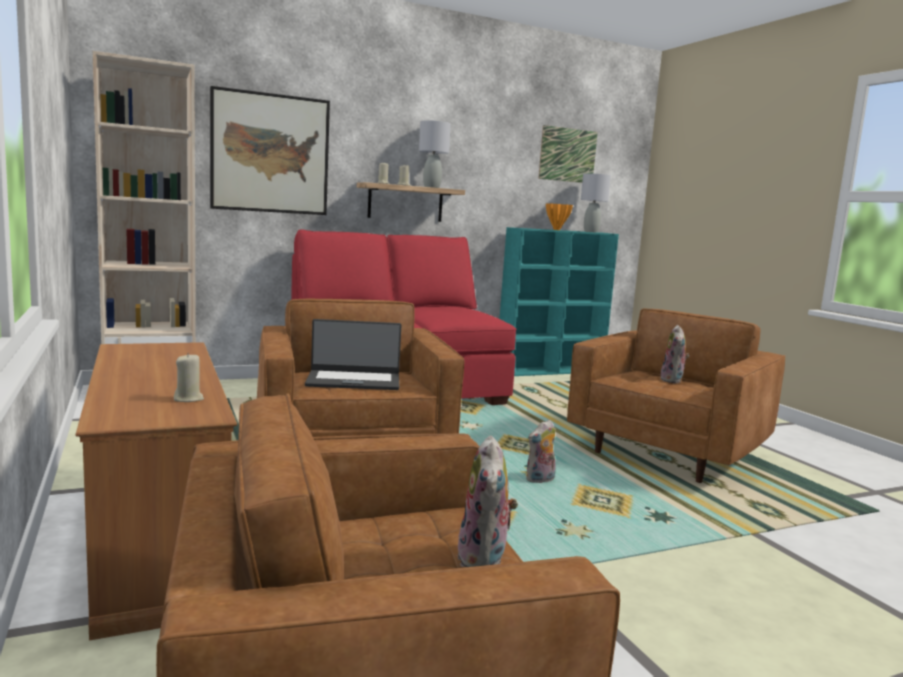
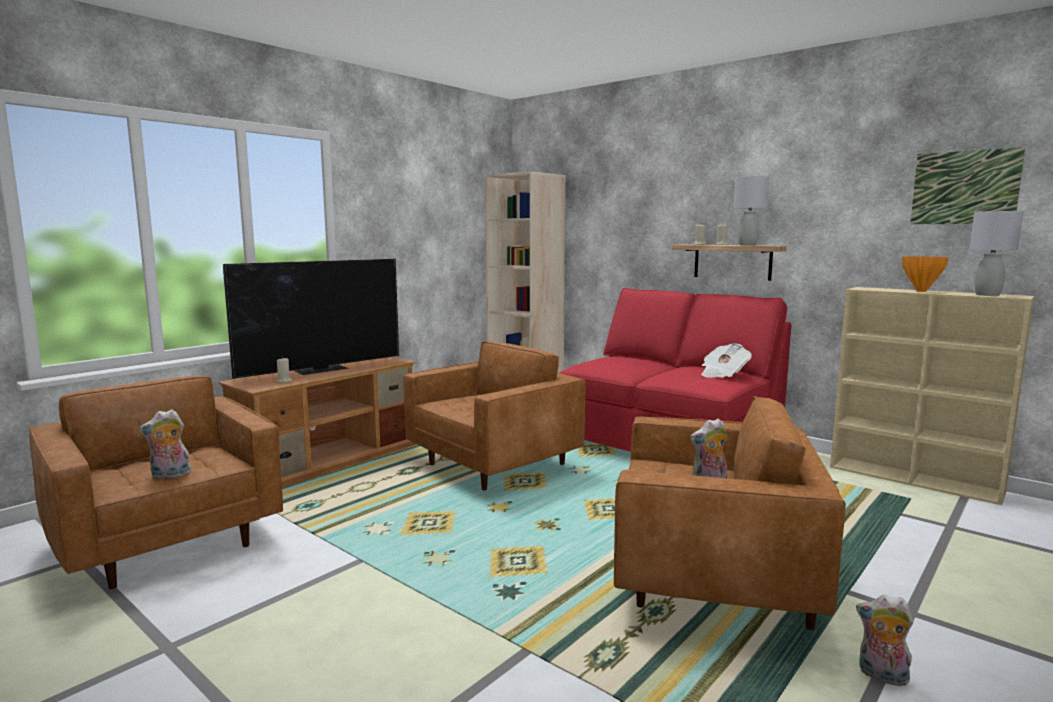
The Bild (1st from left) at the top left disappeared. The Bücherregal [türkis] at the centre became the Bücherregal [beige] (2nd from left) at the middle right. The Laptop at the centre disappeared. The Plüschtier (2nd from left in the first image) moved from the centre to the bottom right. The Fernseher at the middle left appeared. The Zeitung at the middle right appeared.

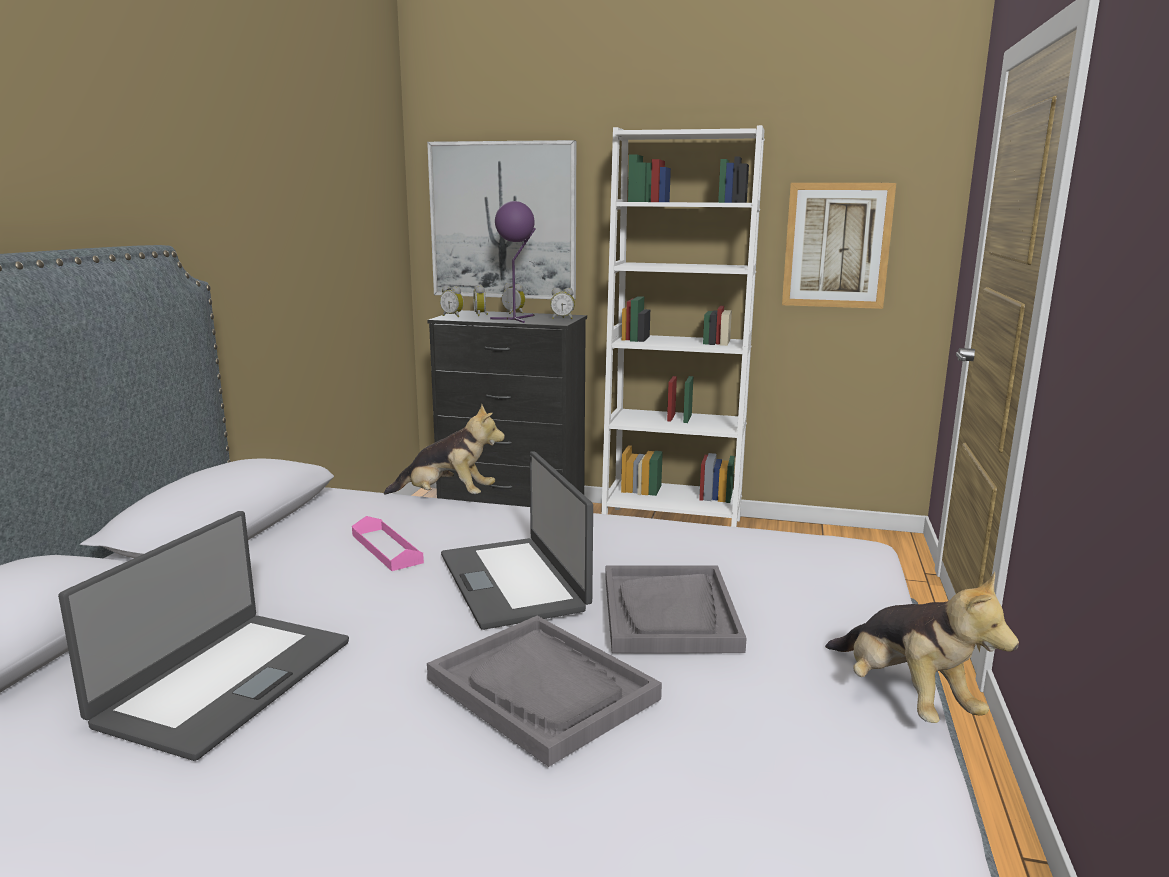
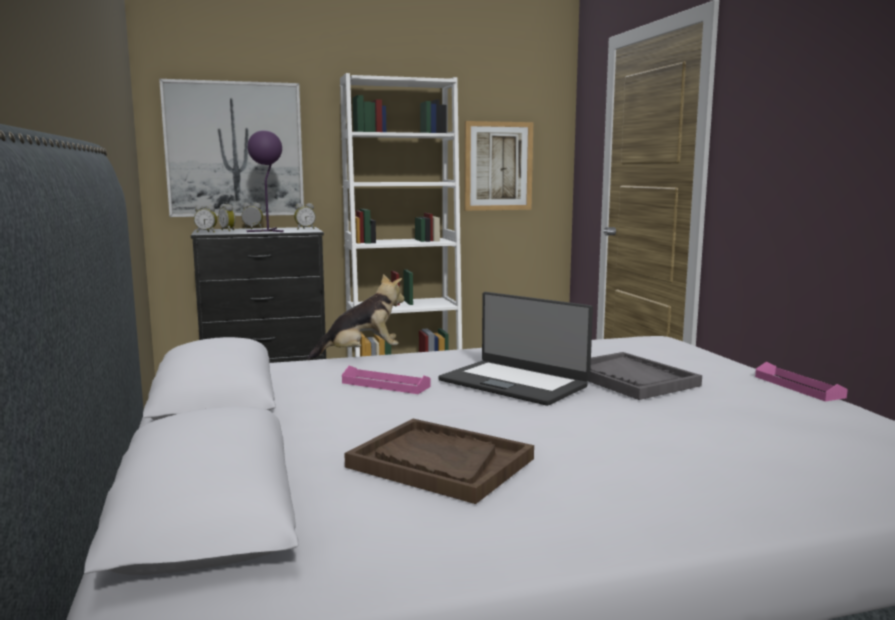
The Laptop (1st from left) at the bottom left was replaced by the Tablett [braun] at the bottom centre. The Plüschtier (2nd from left) at the bottom right was replaced by the Tablett [rosa] (2nd from left) at the middle right. The Tablett [grau] (1st from left) at the bottom centre disappeared.

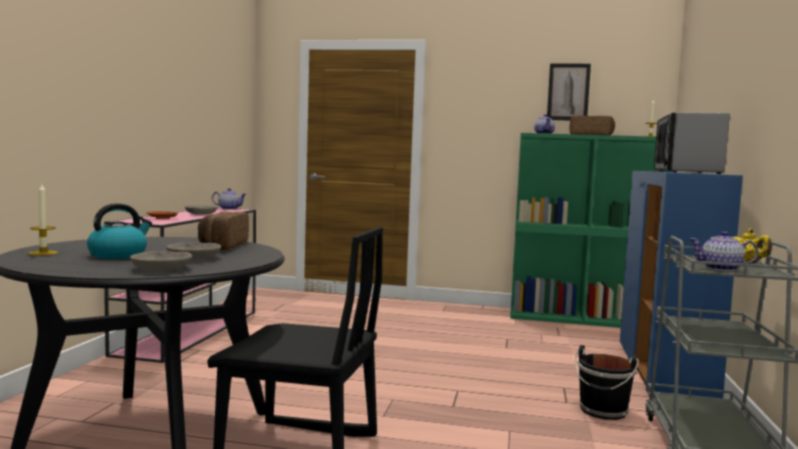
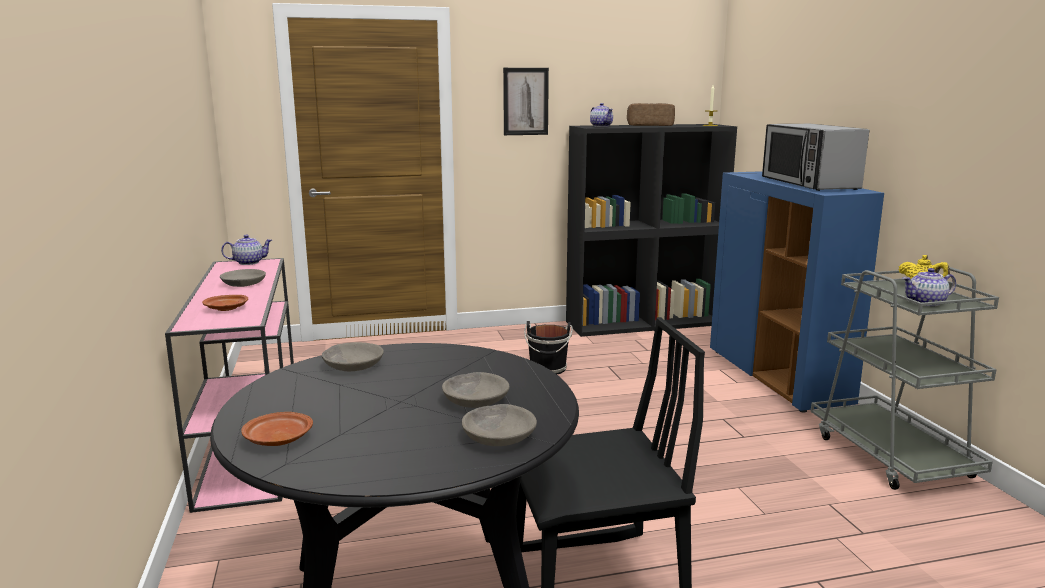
The Bild moved from the top right to the top centre. The Bücherregal [grün] at the middle right became the Bücherregal [schwarz] at the centre. The Kerze (1st from left) at the middle left was replaced by the Teller [braun] (2nd from left) at the bottom left. The Wasserkessel at the middle left disappeared. The Brot (1st from left) at the middle left disappeared. The Eimer [schwarz] moved from the bottom right to the centre. The Schüssel [grau] (2nd from left) at the centre appeared.

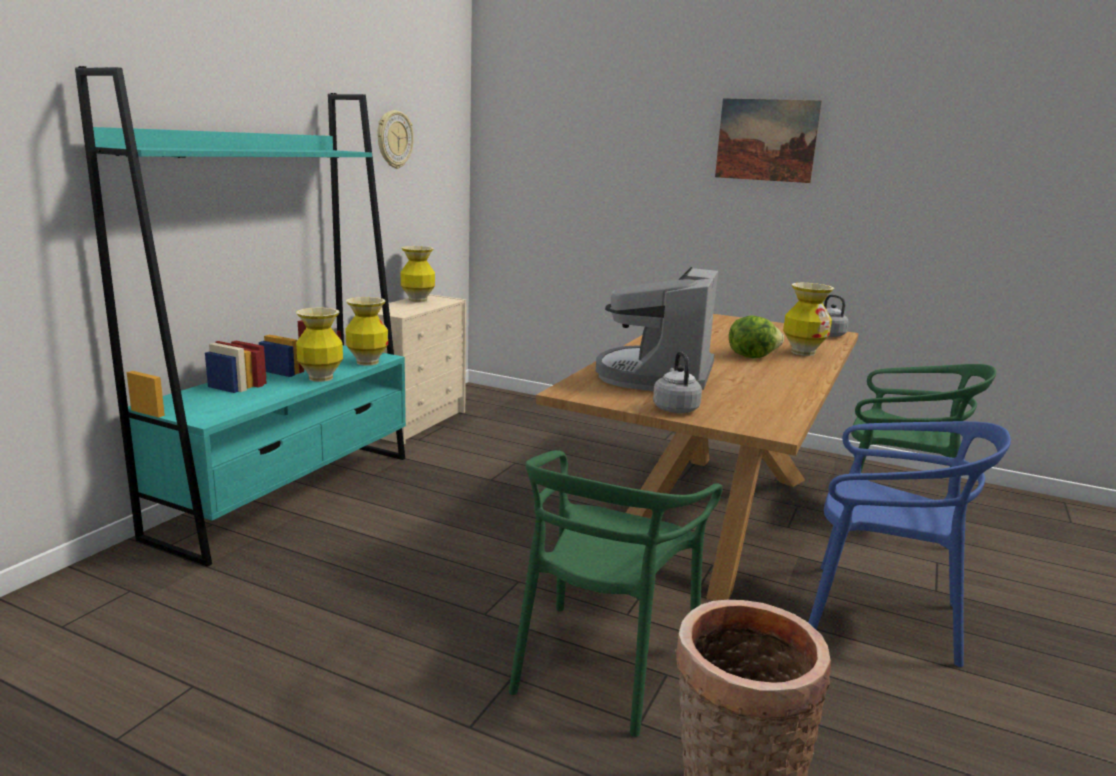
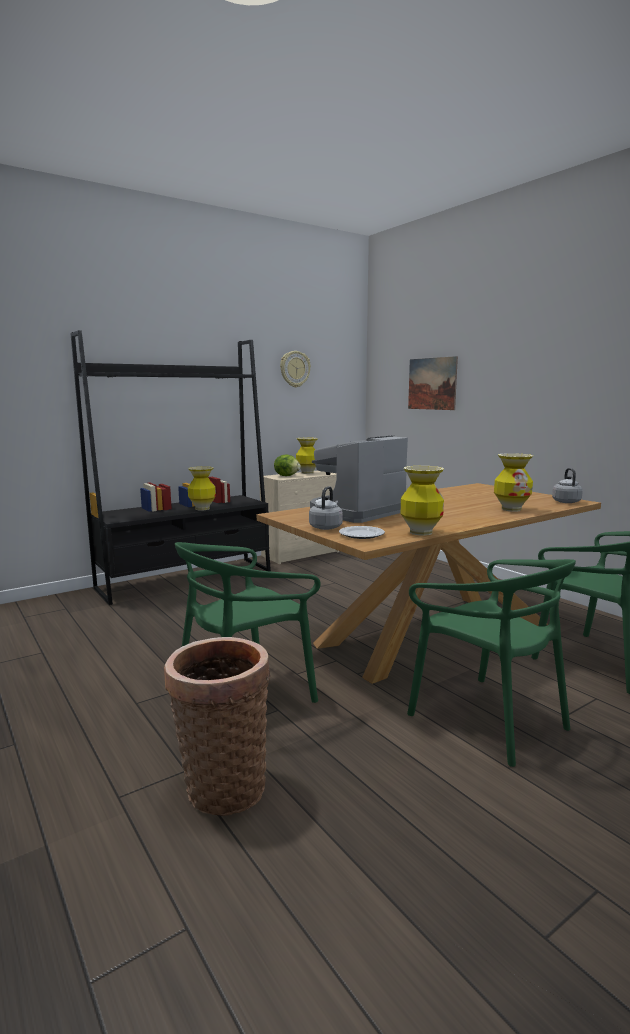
The Bücherregal [türkis] at the middle left became the Bücherregal [schwarz] at the middle left. The Bild moved from the top right to the middle right. The Vase (2nd from left in the first image) moved from the middle left to the middle right. The Salatkopf moved from the middle right to the centre. The Stuhl [blau] at the bottom right became the Stuhl [grün] (2nd from left) at the middle right. The Teller at the centre appeared.

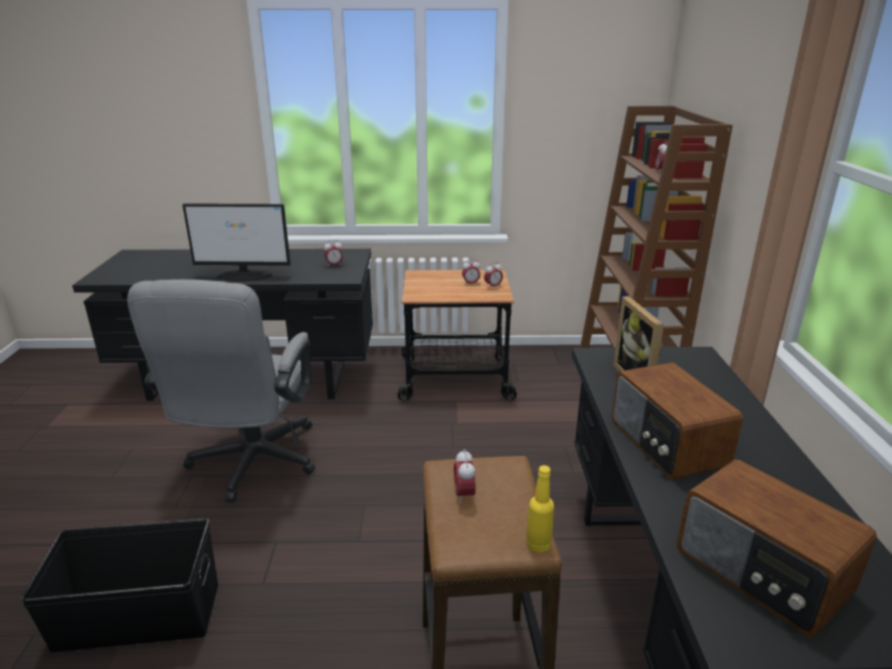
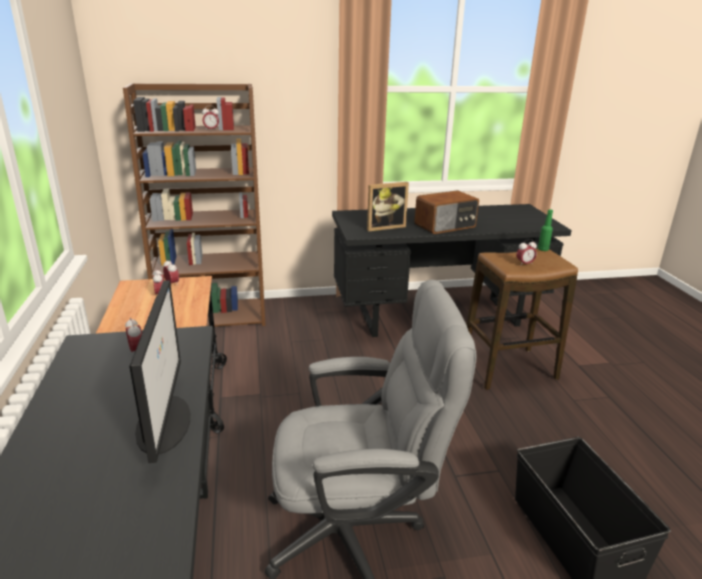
The Radio (2nd from left) at the bottom right disappeared. The Flasche [gelb] at the bottom centre became the Flasche [grün] at the middle right.

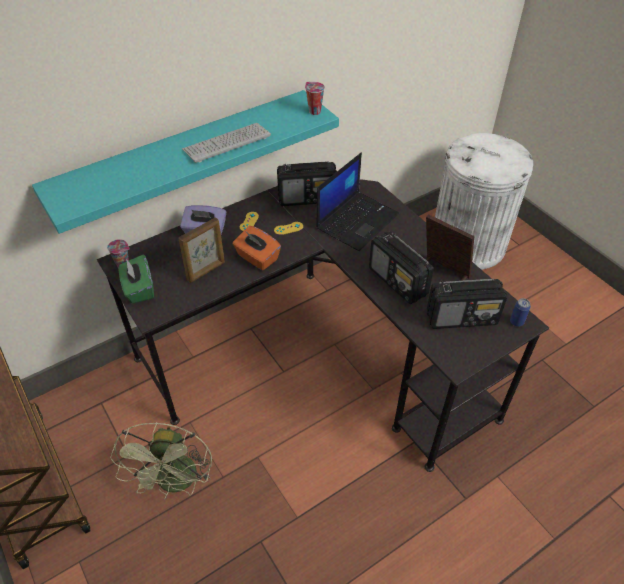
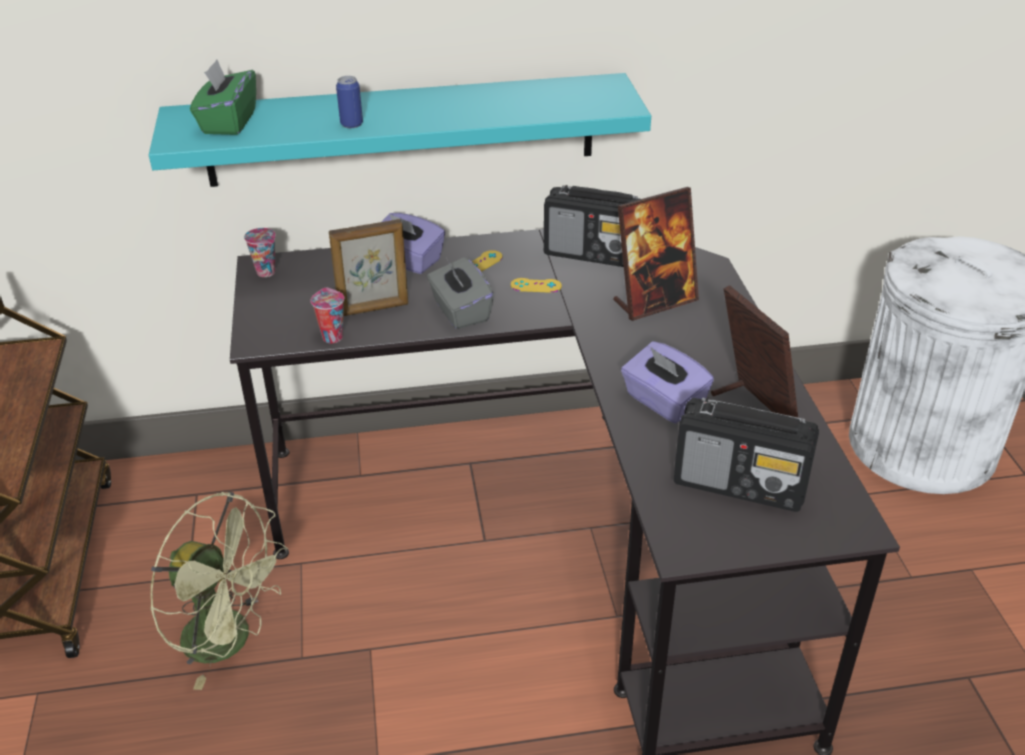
The Tasse (2nd from left) moved from the top centre to the middle left. The Tastatur at the top centre disappeared. The Laptop at the centre was replaced by the Bilderrahmen (2nd from left) at the centre. The Taschentuchbox [orange] at the centre became the Taschentuchbox [grau] at the centre. The Radio (2nd from left) at the centre was replaced by the Taschentuchbox [lila] (2nd from left) at the centre. The Taschentuchbox [grün] moved from the middle left to the top left. The Dose moved from the middle right to the top centre. The Ventilator [grün] at the bottom left turned 90 degrees counterclockwise.

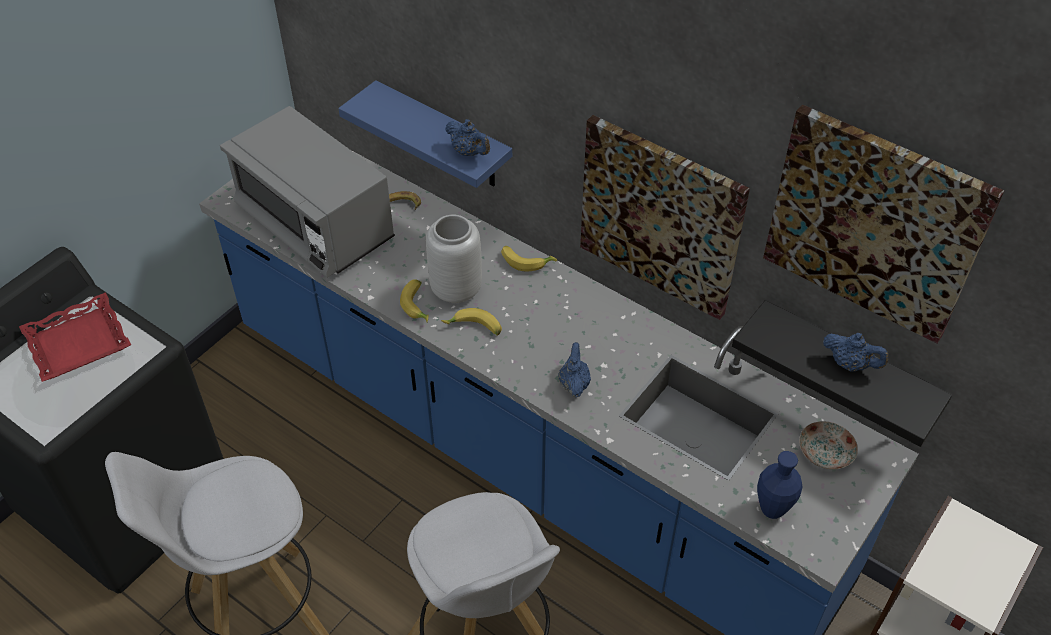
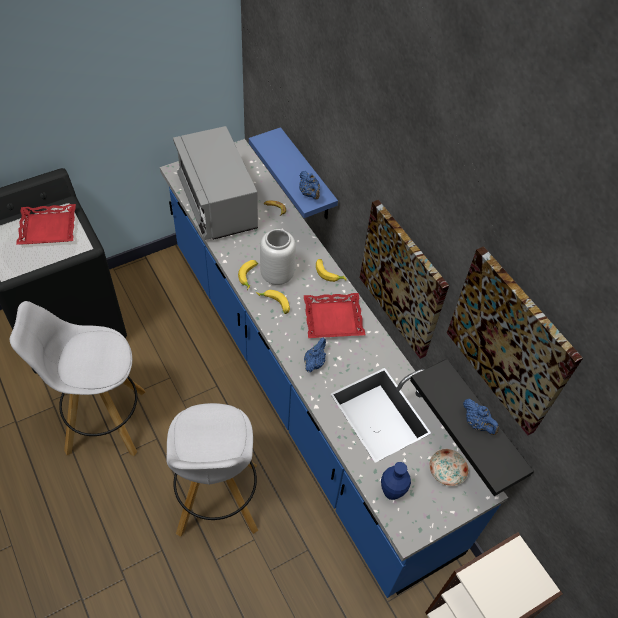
The Tablett [rot] (2nd from left) at the centre appeared.

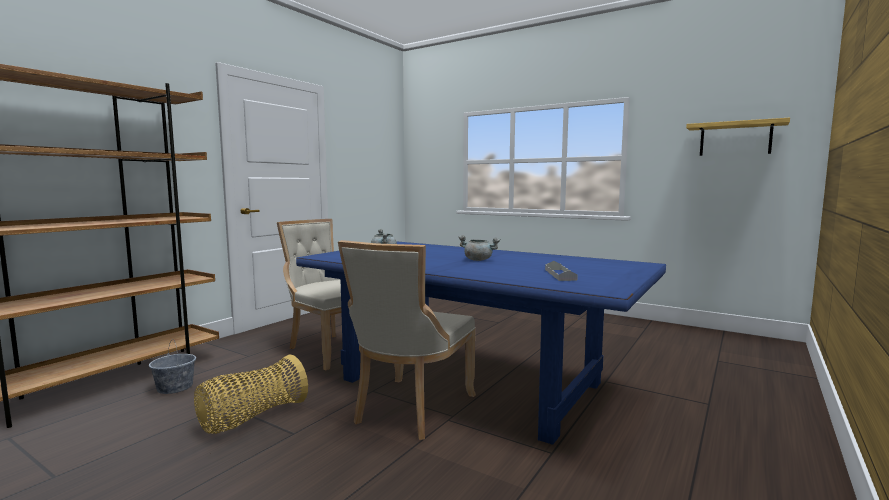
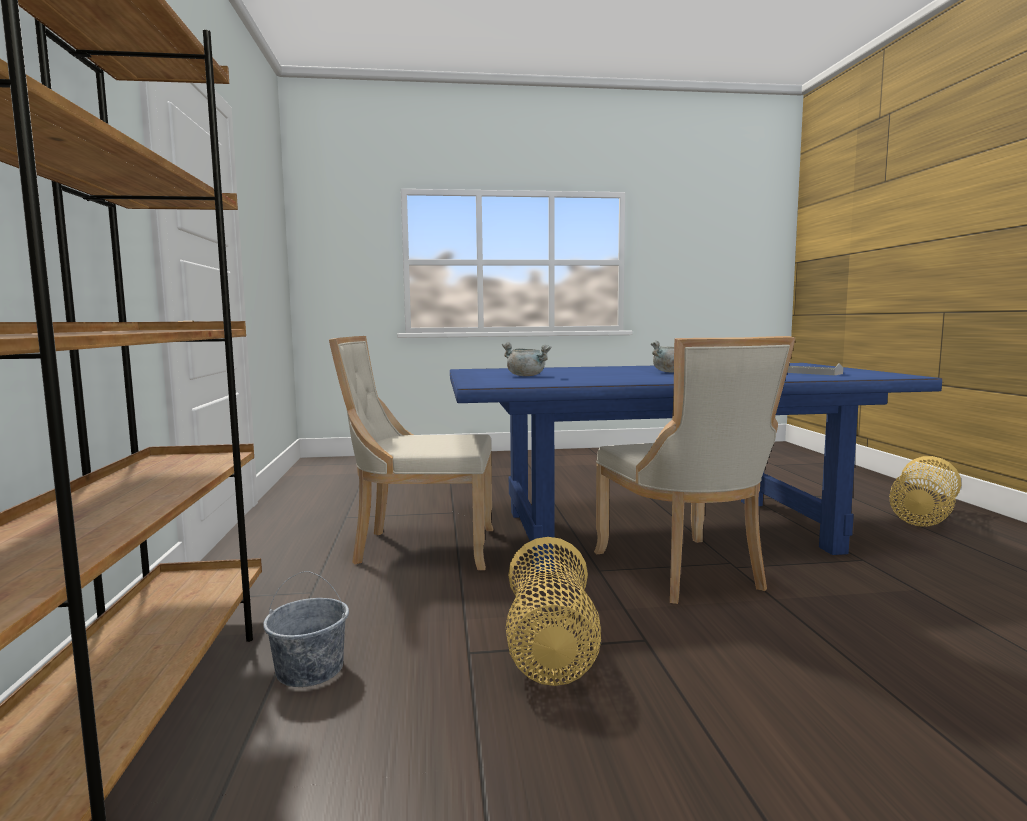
The Wandregal at the top right disappeared. The Korb (2nd from left) at the middle right appeared.

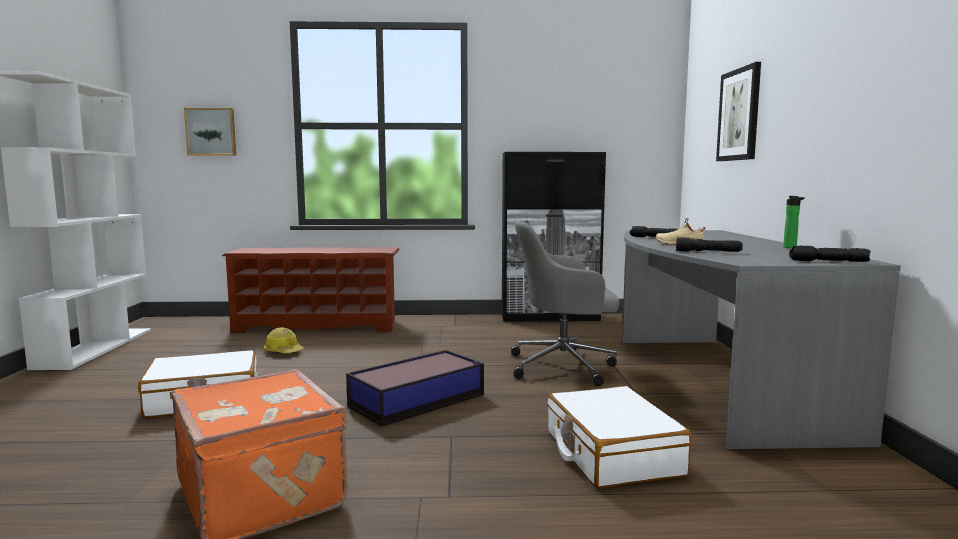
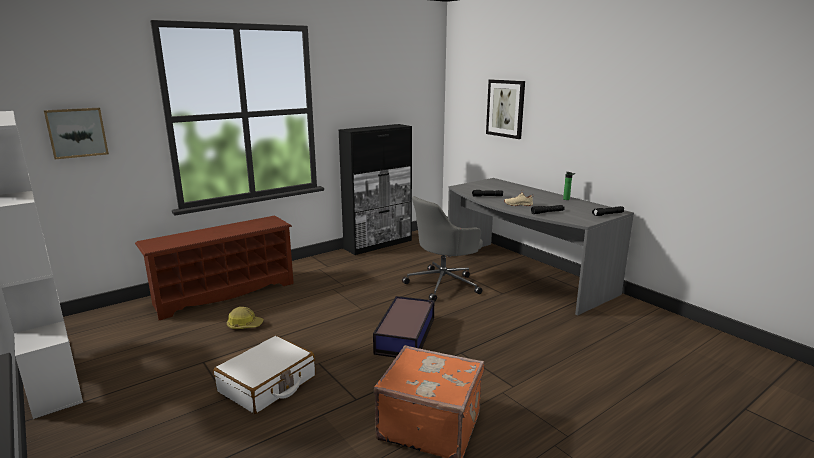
The Koffer [weiß] (2nd from left) at the bottom centre disappeared.

